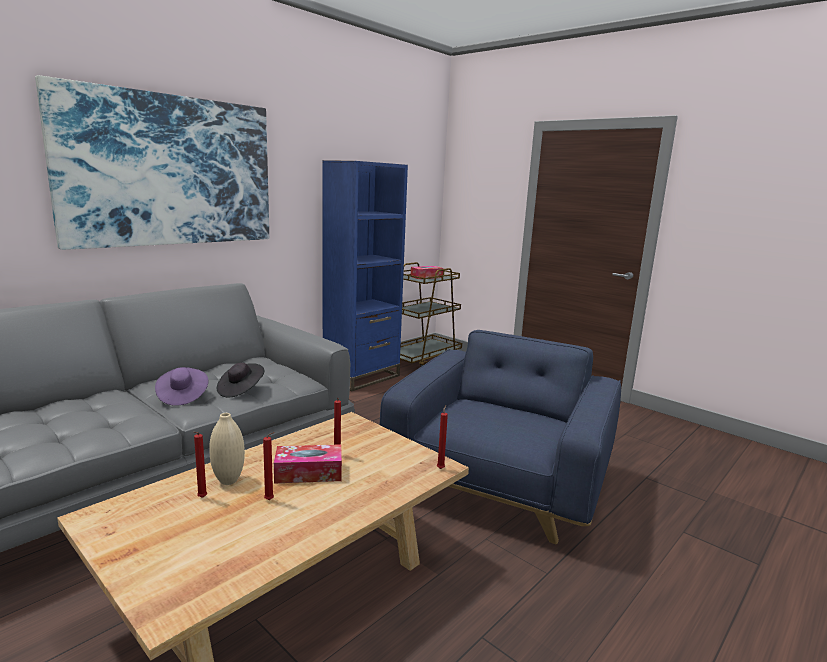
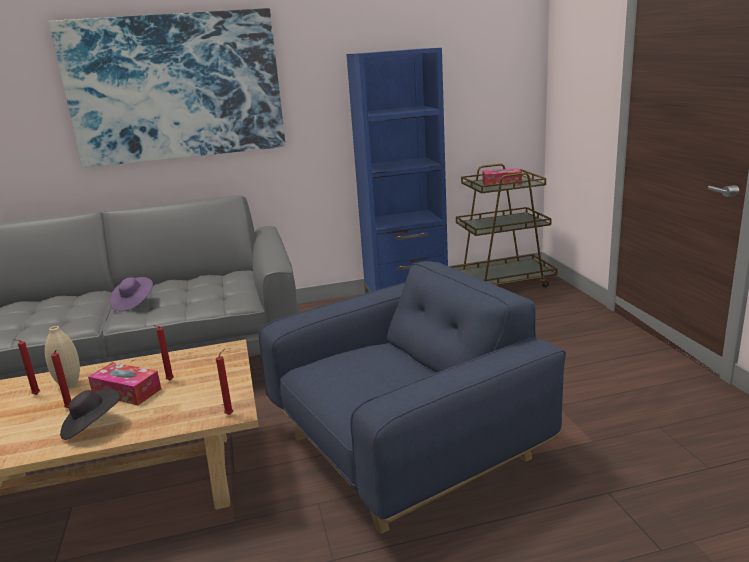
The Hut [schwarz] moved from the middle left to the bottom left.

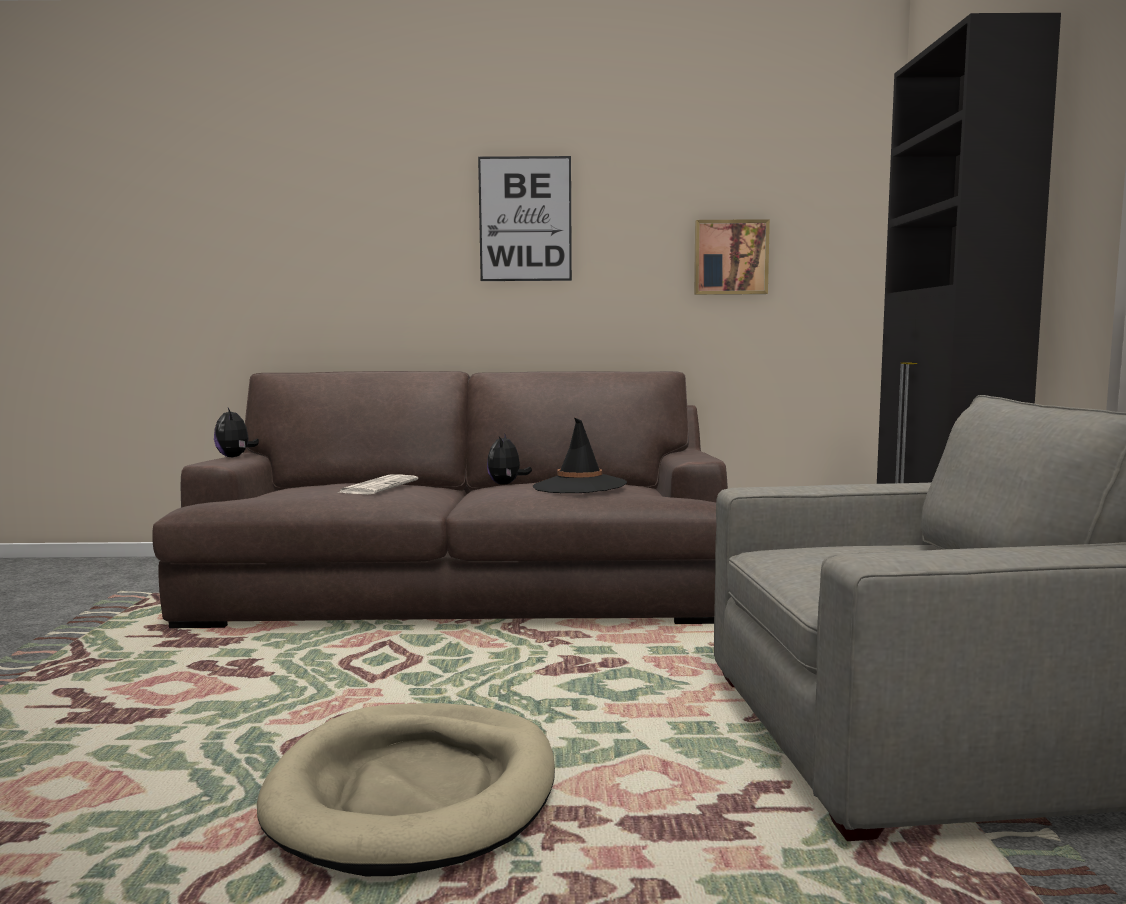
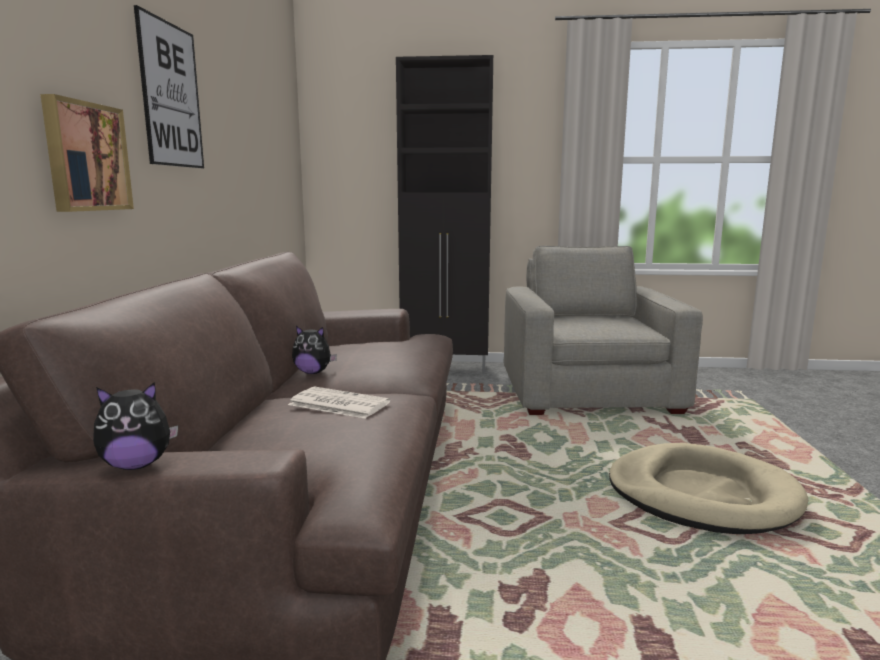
The Bild (2nd from left in the first image) moved from the top centre to the top left. The Hut [schwarz] at the centre disappeared.

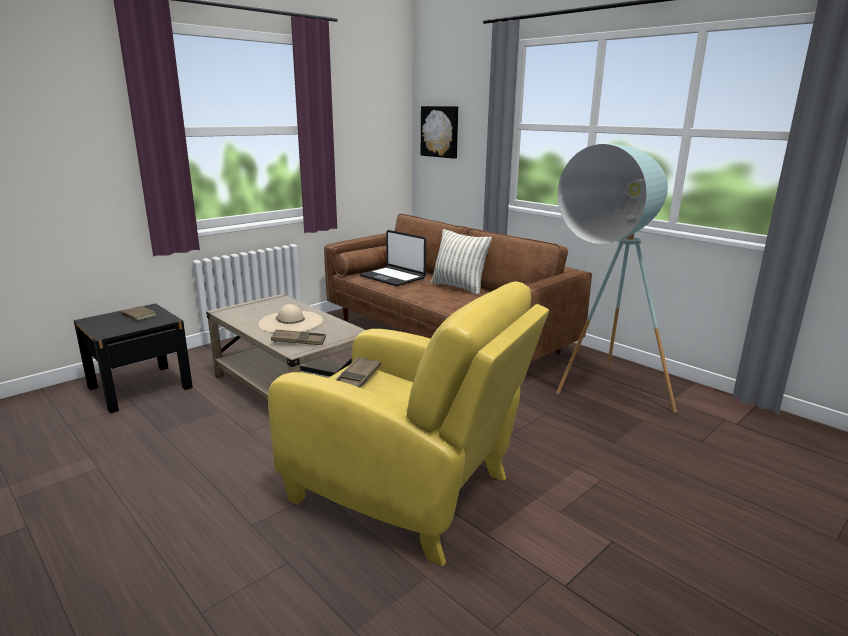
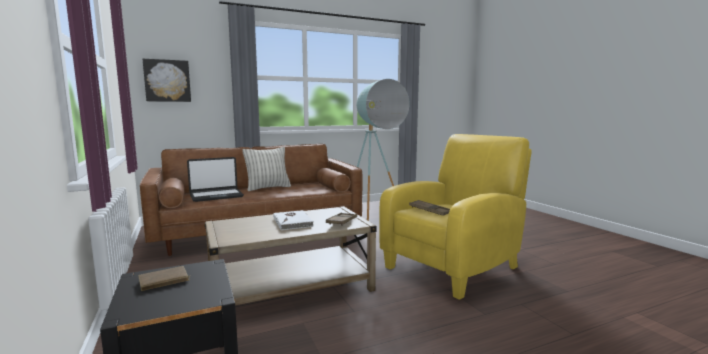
The Hut [beige] at the centre was replaced by the Buch [weiß] at the centre.

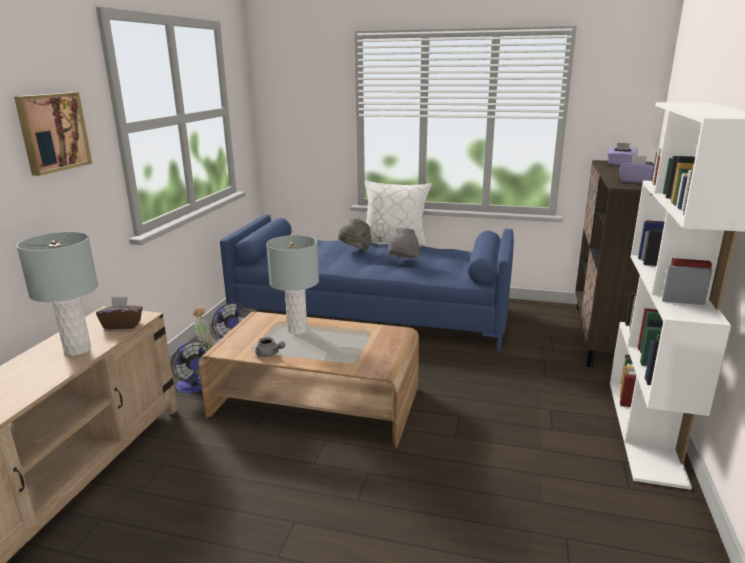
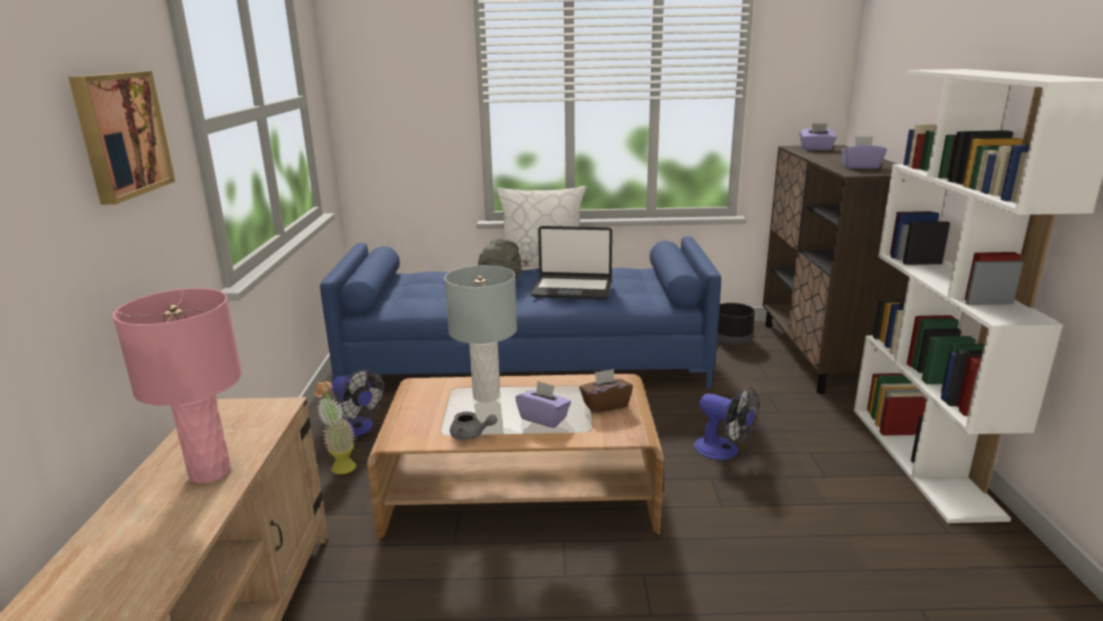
The Hut [grau] (2nd from left) at the centre was replaced by the Laptop at the centre. The Tischlampe [grau] (1st from left) at the middle left became the Tischlampe [rosa] at the middle left. The Taschentuchbox [braun] moved from the middle left to the centre. The Ventilator (1st from left in the first image) moved from the middle left to the bottom centre. The Pflanzkübel [schwarz] at the middle right appeared. The Taschentuchbox [lila] (1st from left) at the centre appeared.

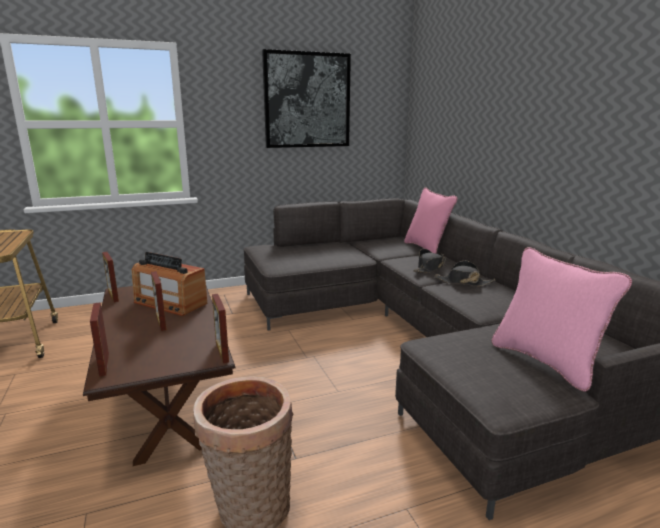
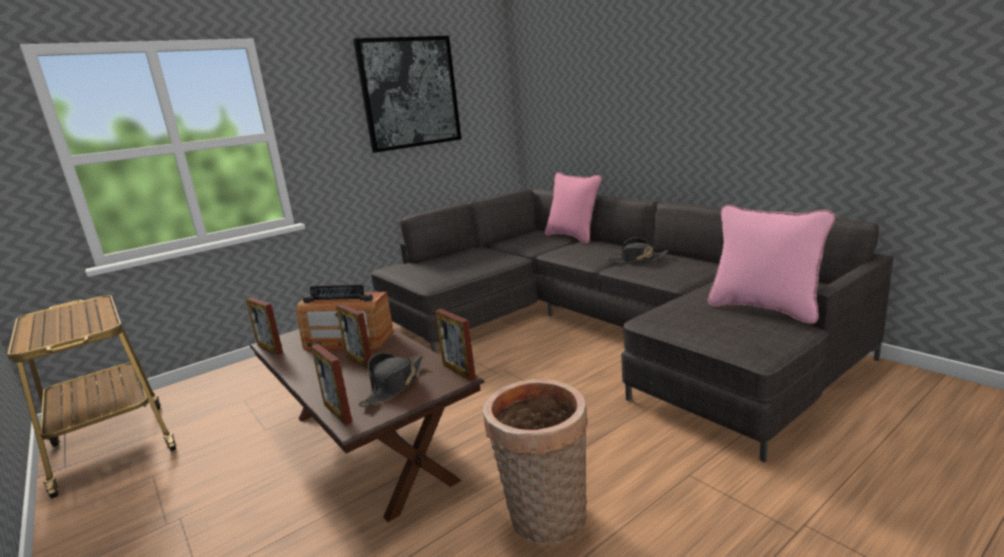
The Hut [schwarz] (1st from left) moved from the centre to the bottom centre.

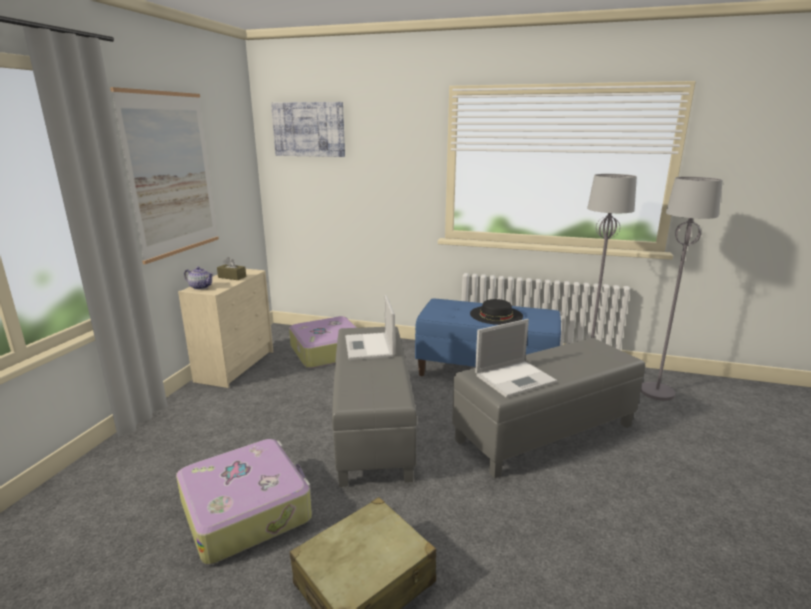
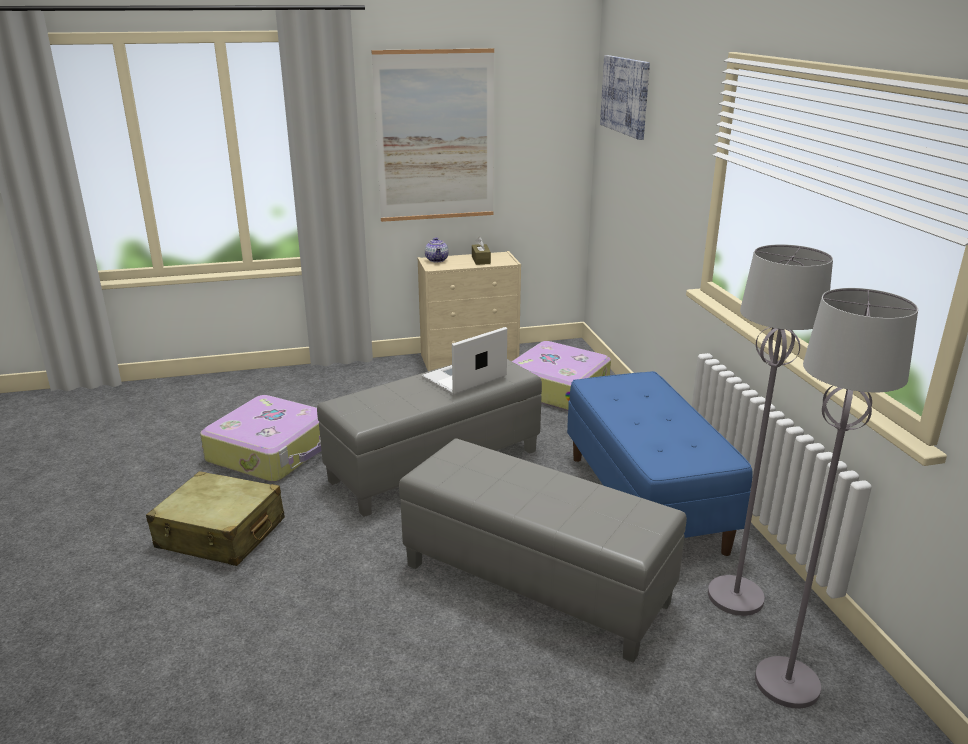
The Hut [schwarz] at the centre disappeared. The Laptop (2nd from left) at the centre disappeared.

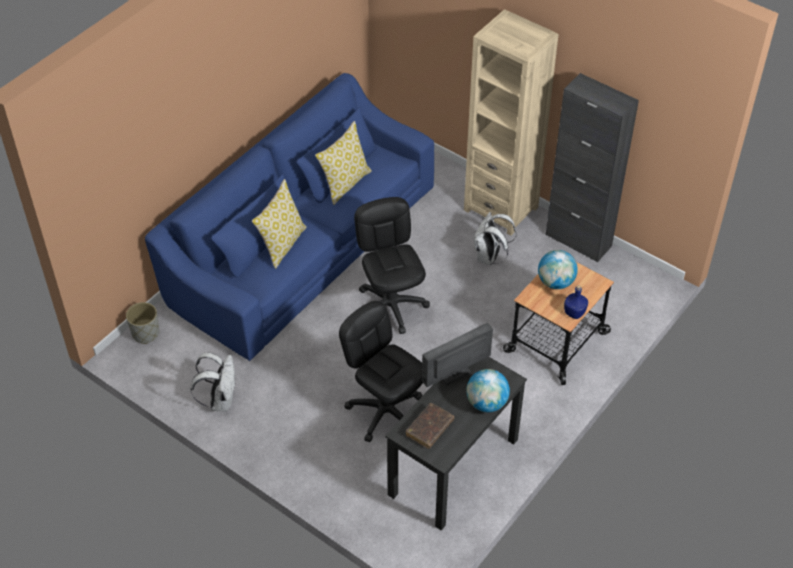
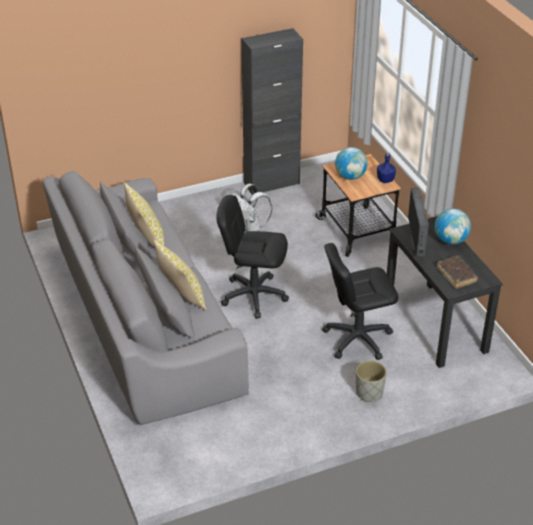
The Bücherregal [beige] at the top centre disappeared. The Sofa [blau] at the centre became the Sofa [grau] at the middle left. The Pflanzkübel [grau] moved from the middle left to the bottom right. The Rucksack [weiß] (1st from left) at the bottom left disappeared.

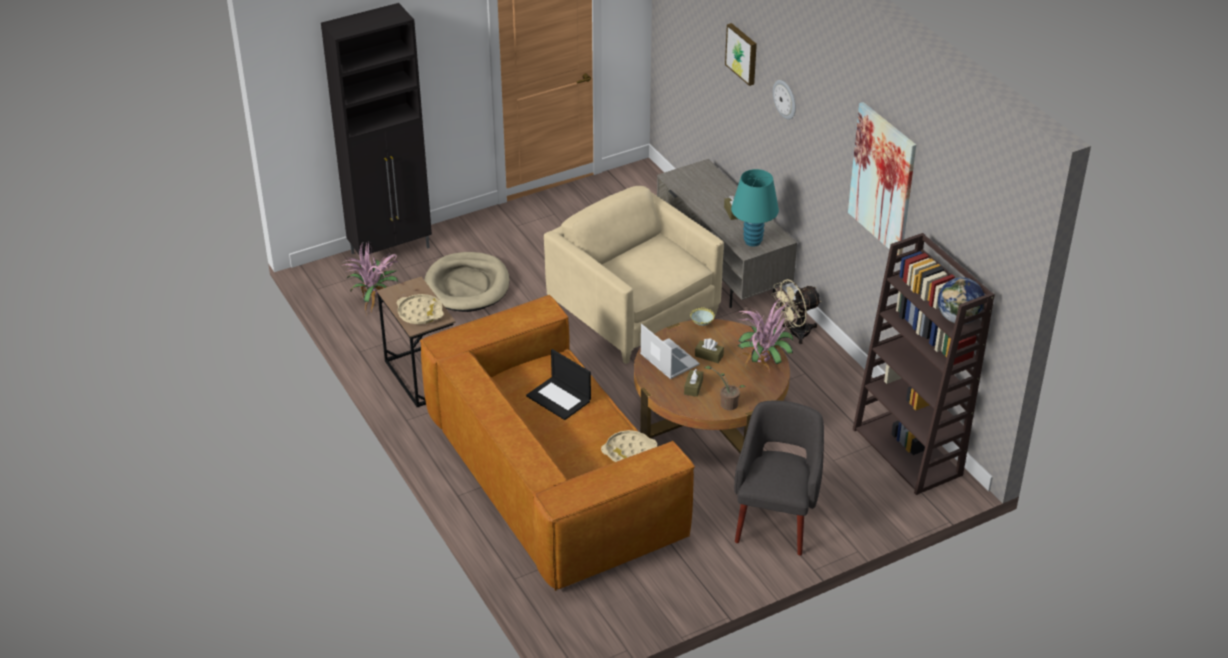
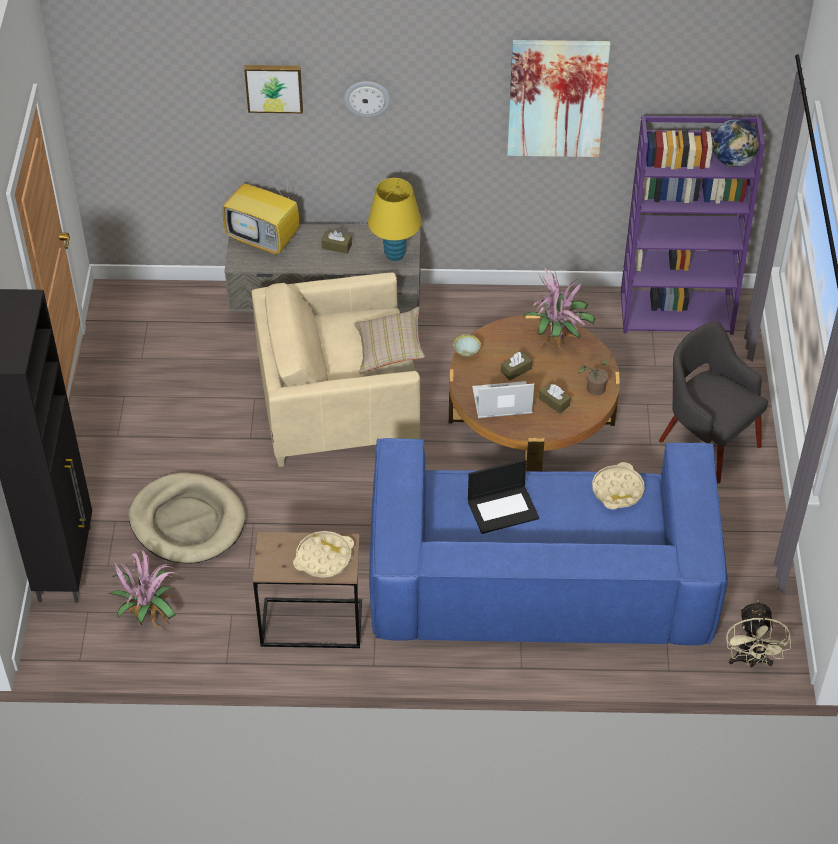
The Tischlampe [türkis] at the top centre became the Tischlampe [gelb] at the top centre. The Bücherregal [braun] at the middle right became the Bücherregal [lila] at the top right. The Ventilator [beige] moved from the centre to the bottom right. The Sofa [braun] at the bottom centre became the Sofa [blau] at the centre. The Fernseher at the top left appeared. The Kissen [beige] at the centre appeared.

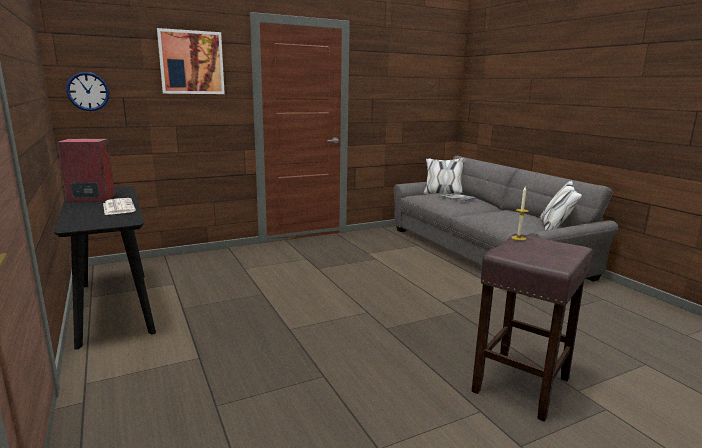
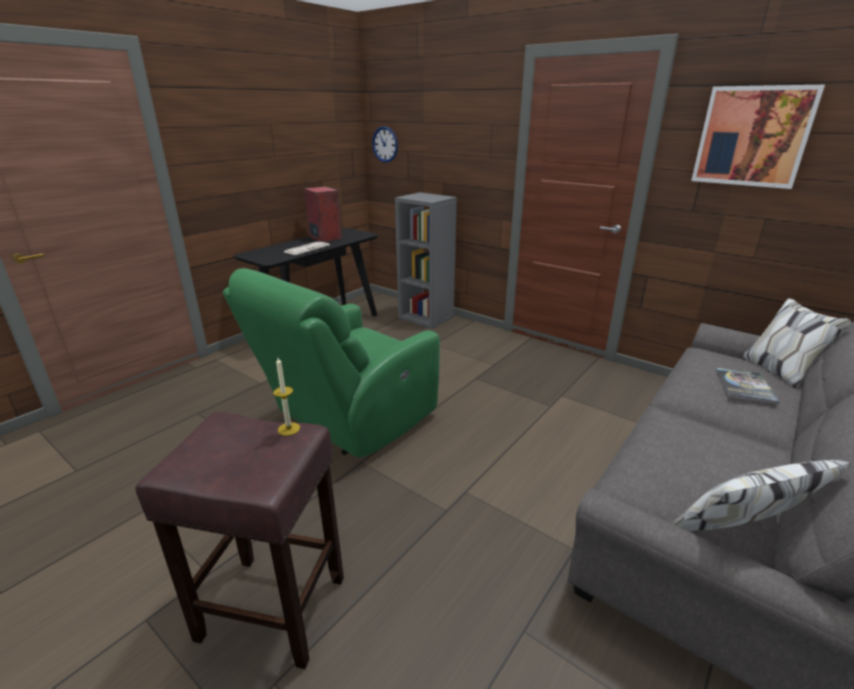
The Bild moved from the top left to the top right. The Bücherregal [grau] at the centre appeared. The Sessel [grün] at the centre appeared.

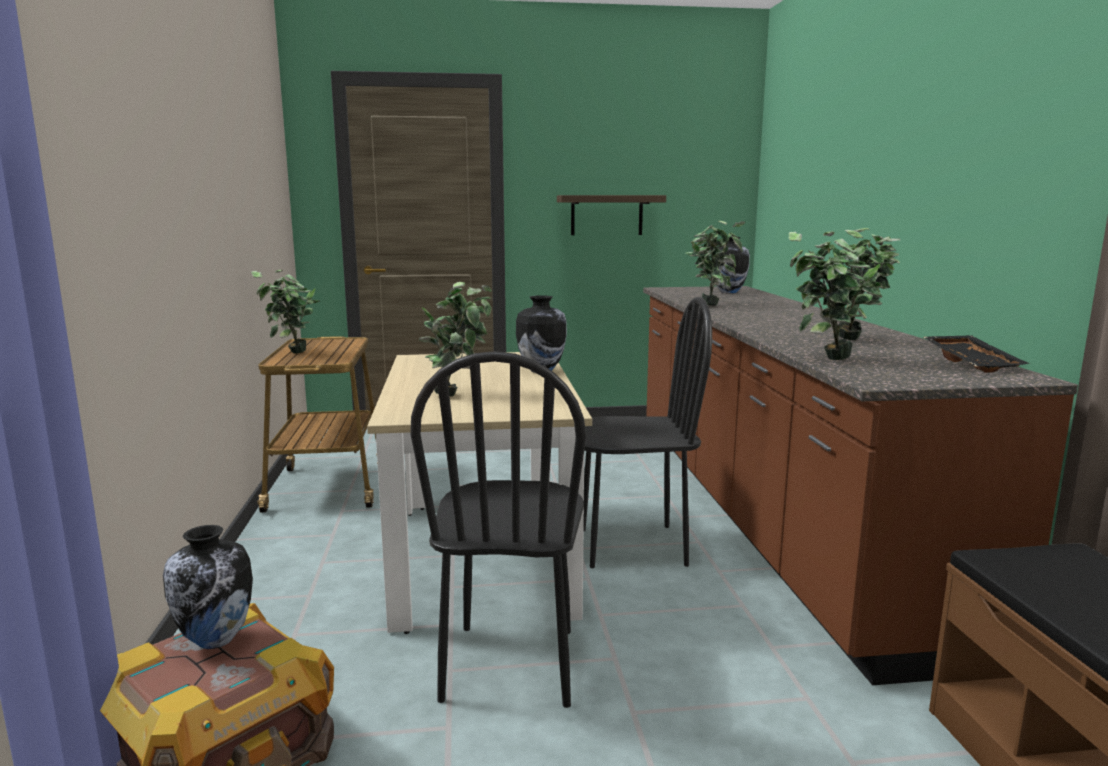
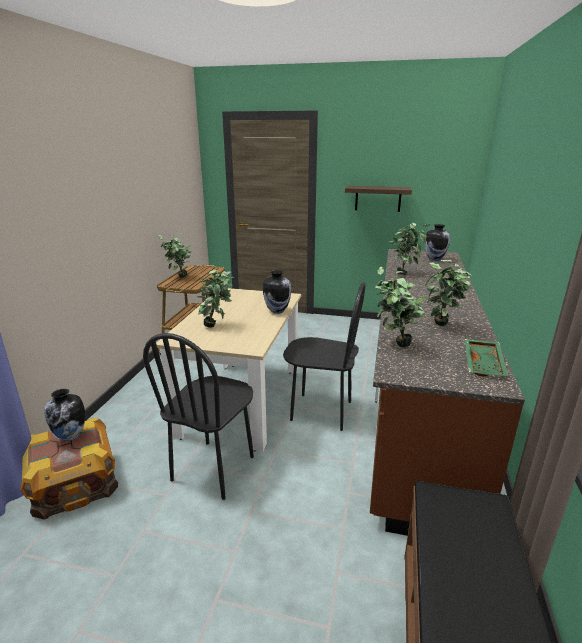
The Tablett [schwarz] at the middle right became the Tablett [grün] at the middle right.

